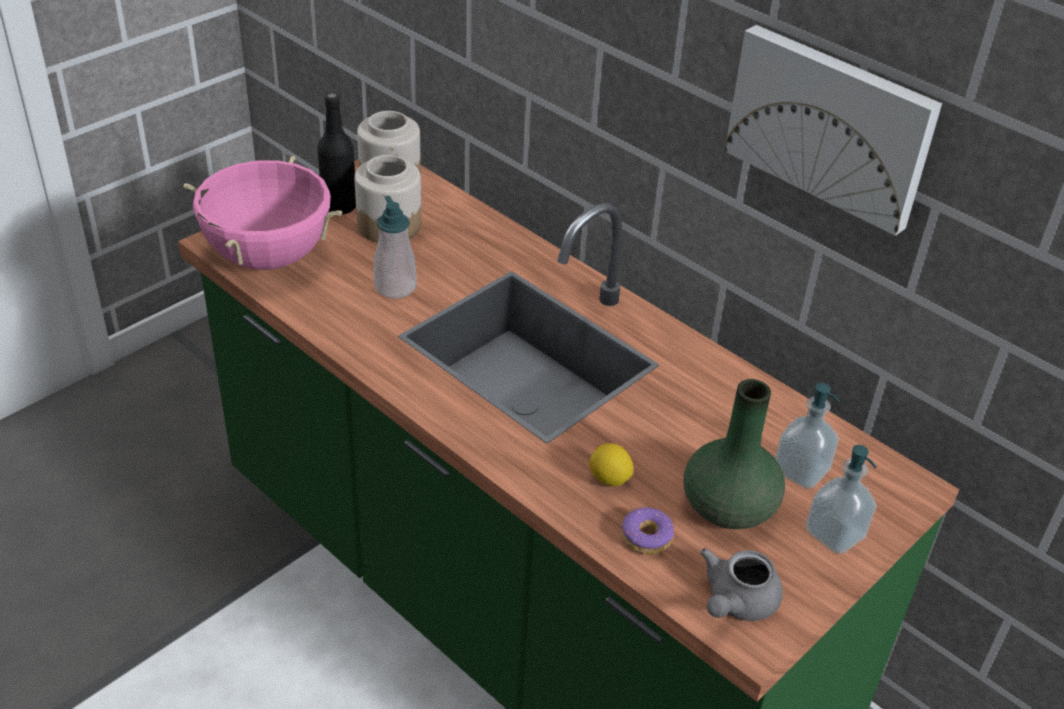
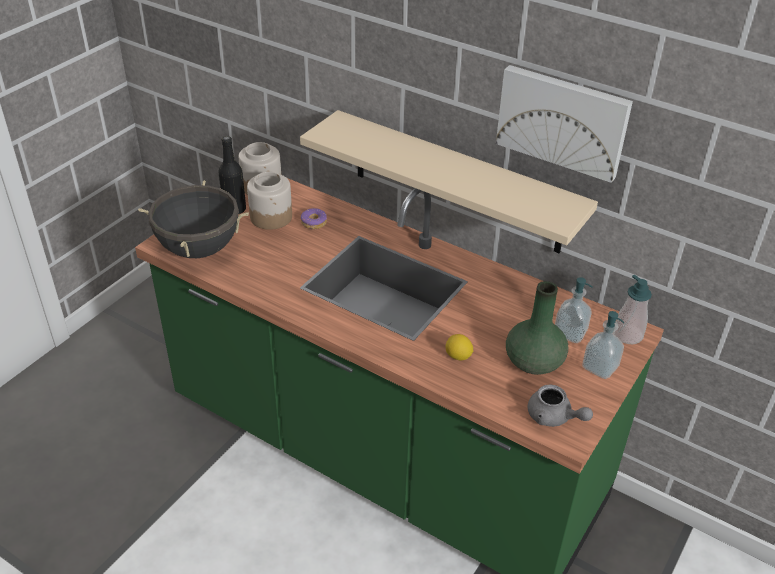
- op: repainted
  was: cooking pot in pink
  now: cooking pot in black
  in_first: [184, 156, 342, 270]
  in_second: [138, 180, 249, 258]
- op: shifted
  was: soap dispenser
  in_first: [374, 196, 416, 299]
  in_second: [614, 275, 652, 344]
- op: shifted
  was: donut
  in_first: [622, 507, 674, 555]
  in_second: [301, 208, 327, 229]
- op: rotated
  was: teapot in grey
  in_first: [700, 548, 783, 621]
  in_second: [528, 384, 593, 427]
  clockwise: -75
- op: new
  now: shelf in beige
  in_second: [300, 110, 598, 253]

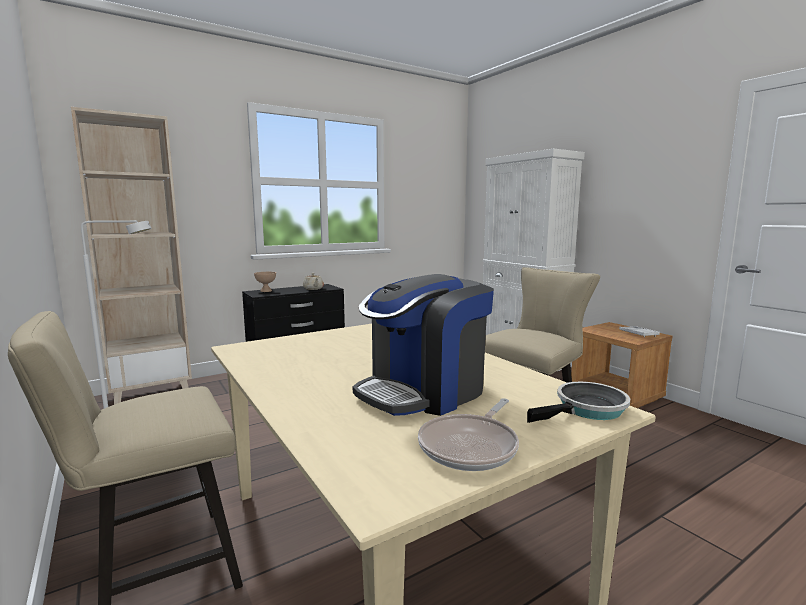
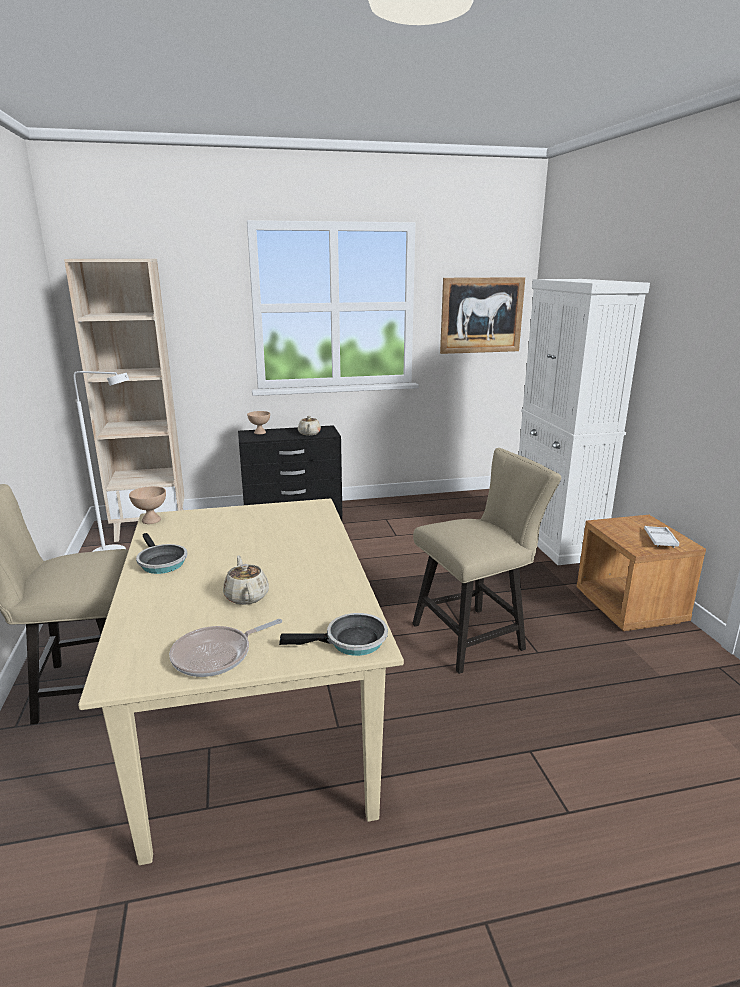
- op: swapped
  was: coffee machine
  now: teapot in beige
  in_first: [353, 274, 494, 416]
  in_second: [223, 555, 269, 605]
- op: new
  now: picture
  in_second: [440, 277, 525, 354]
- op: new
  now: bowl in beige
  in_second: [129, 486, 166, 524]
- op: new
  now: frying pan
  in_second: [136, 533, 187, 574]

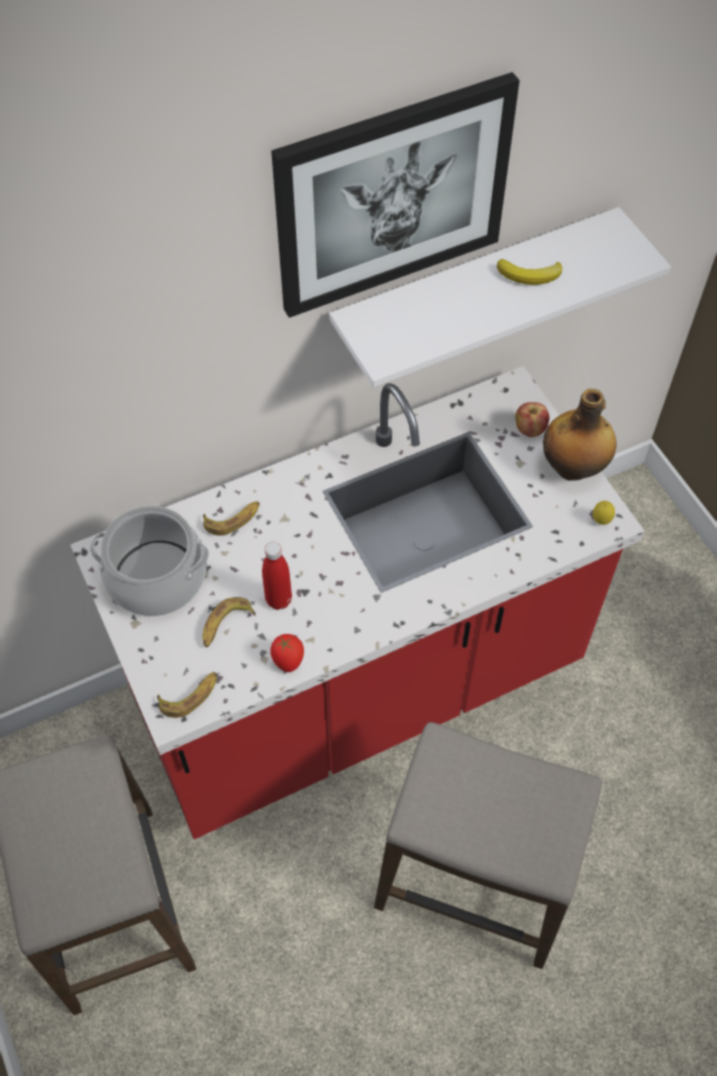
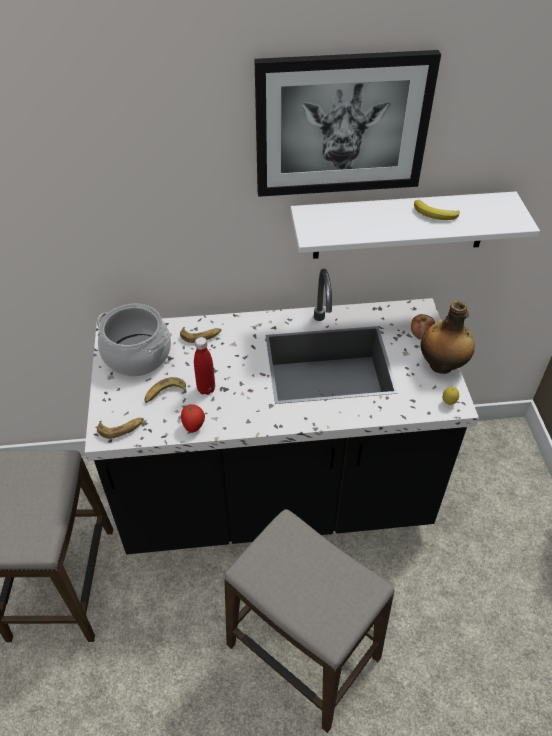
- op: repainted
  was: counter in red
  now: counter in black
  in_first: [70, 366, 645, 839]
  in_second: [85, 269, 479, 554]

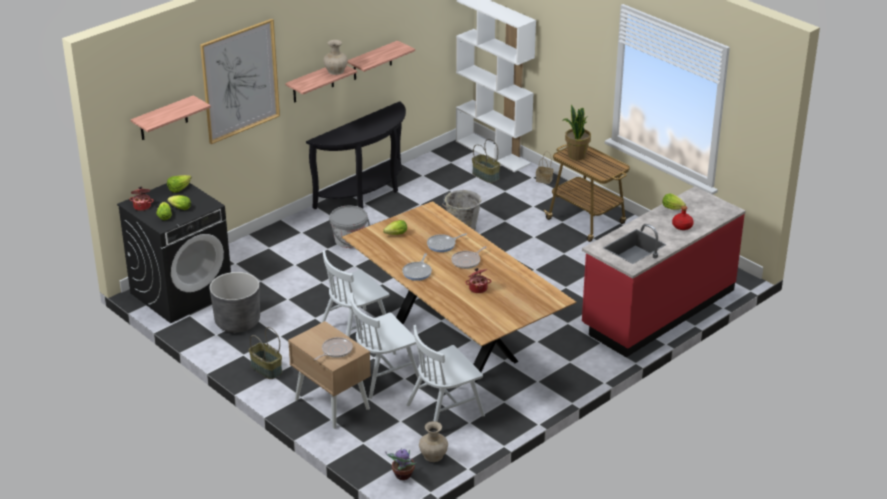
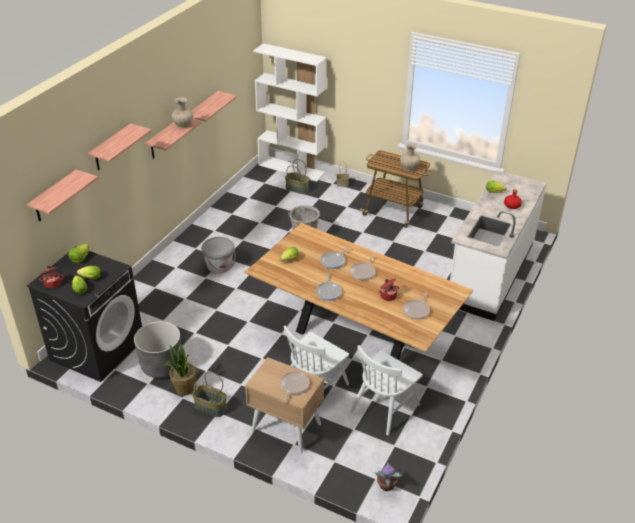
- op: swapped
  was: picture
  now: shelf
  in_first: [200, 19, 280, 144]
  in_second: [88, 124, 152, 170]
- op: gone
  was: console table in black
  in_first: [306, 101, 406, 209]
- op: shifted
  was: potted plant
  in_first: [562, 104, 591, 160]
  in_second: [164, 344, 196, 396]
- op: repainted
  was: counter in red
  now: counter in white
  in_first: [582, 186, 746, 357]
  in_second: [450, 170, 547, 321]
- op: gone
  was: chair in white
  in_first: [321, 250, 389, 337]
- op: shifted
  was: vase in beige
  in_first: [419, 421, 448, 462]
  in_second: [400, 143, 420, 171]
- op: new
  now: frying pan
  in_second: [403, 292, 430, 319]

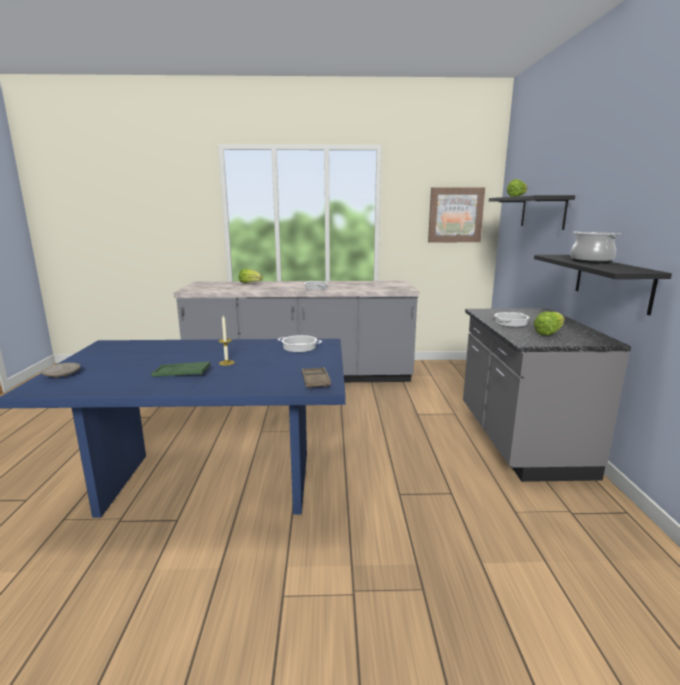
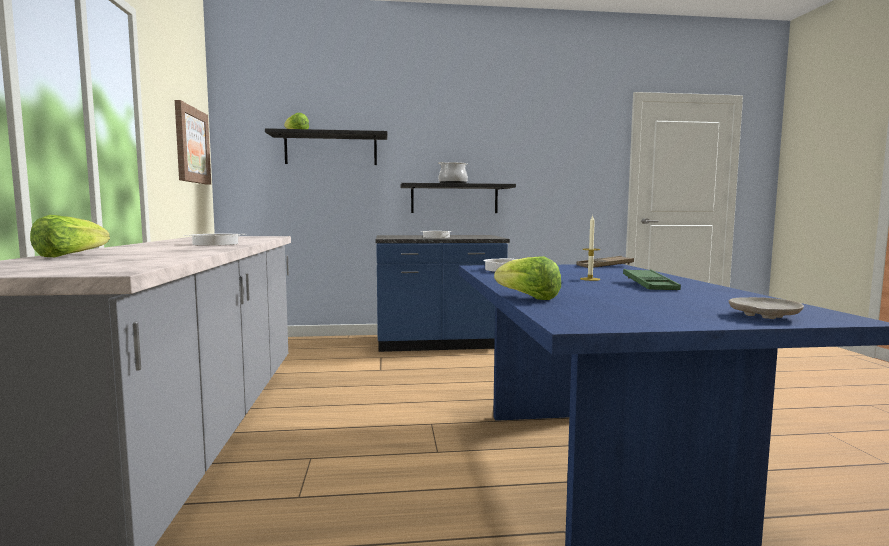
- op: repainted
  was: counter in grey
  now: counter in blue
  in_first: [463, 308, 631, 482]
  in_second: [375, 235, 510, 352]
- op: shifted
  was: lettuce
  in_first: [533, 312, 565, 335]
  in_second: [494, 256, 561, 300]

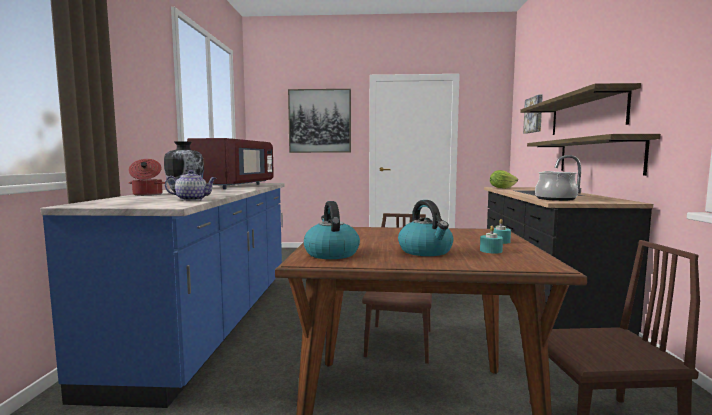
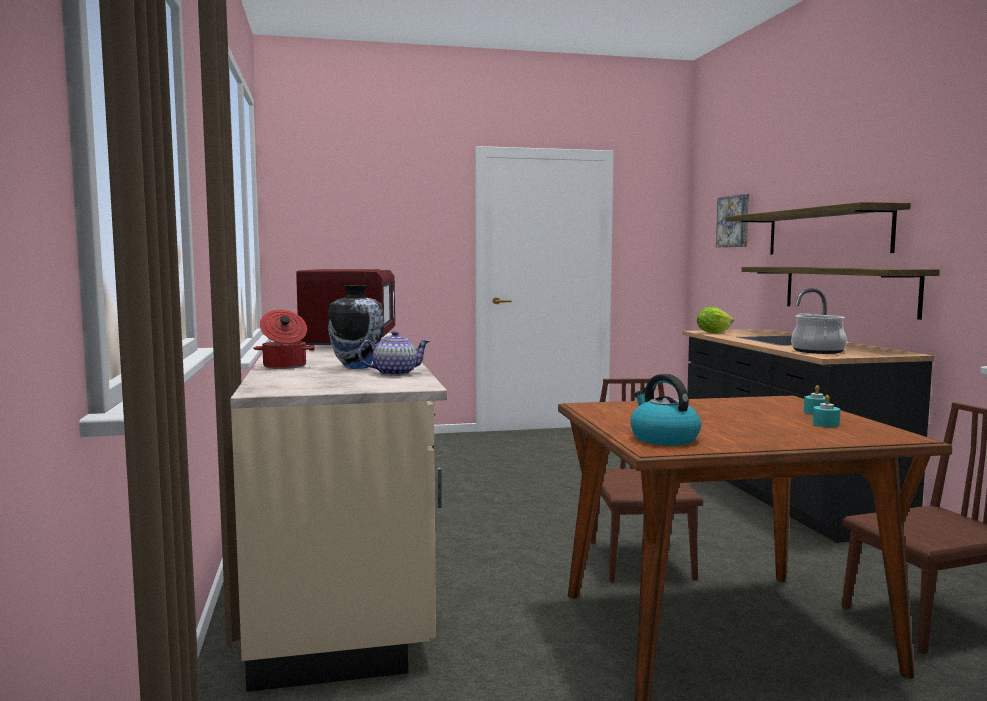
- op: gone
  was: picture
  in_first: [288, 89, 351, 153]
- op: repainted
  was: counter in blue
  now: counter in beige
  in_first: [41, 183, 285, 408]
  in_second: [230, 333, 447, 692]
- op: gone
  was: kettle
  in_first: [398, 200, 453, 256]

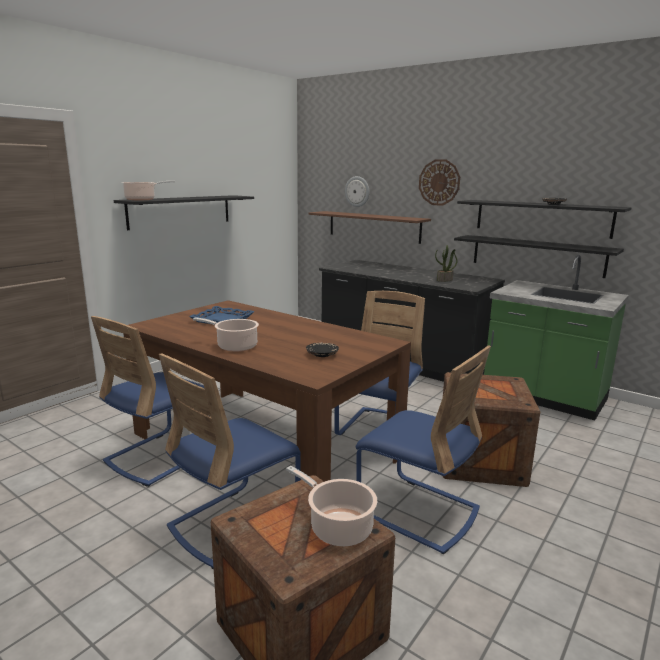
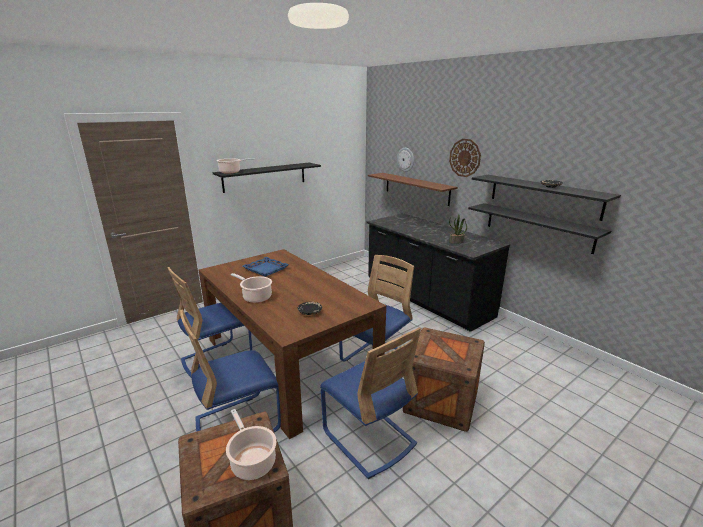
- op: gone
  was: counter in green
  in_first: [484, 255, 629, 421]

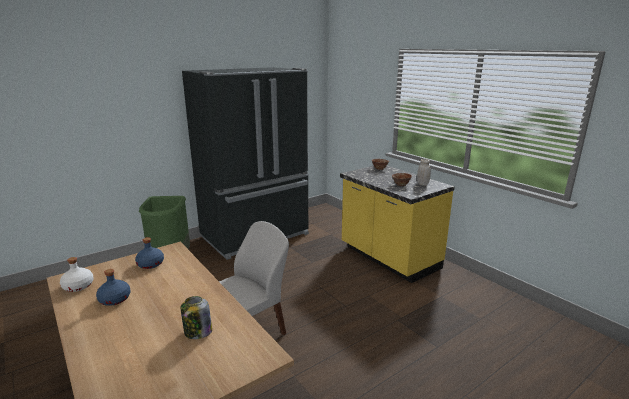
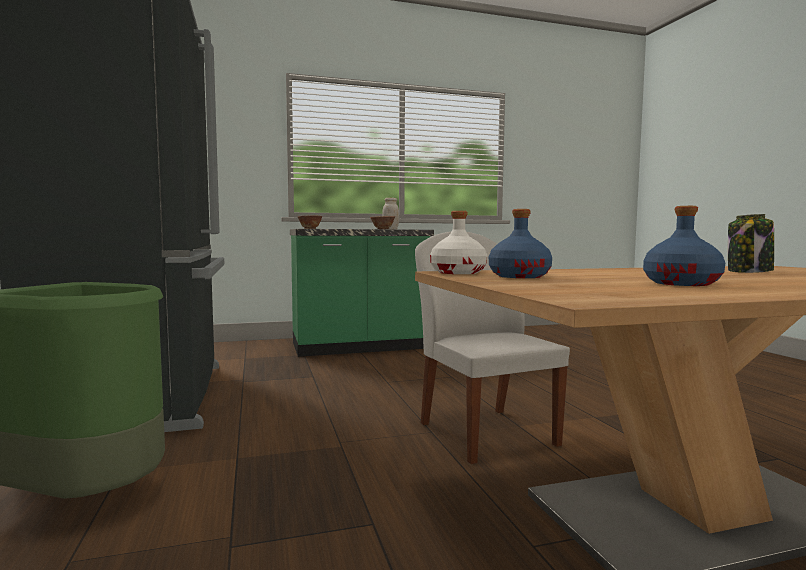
- op: repainted
  was: counter in yellow
  now: counter in green
  in_first: [340, 166, 455, 283]
  in_second: [290, 229, 434, 357]
- op: shifted
  was: bottle in white
  in_first: [60, 257, 94, 292]
  in_second: [430, 211, 487, 274]

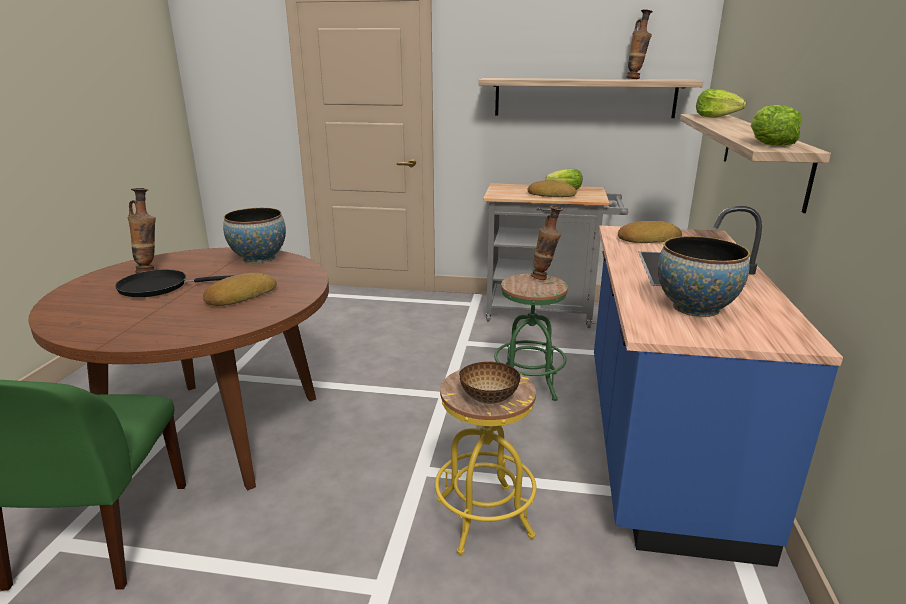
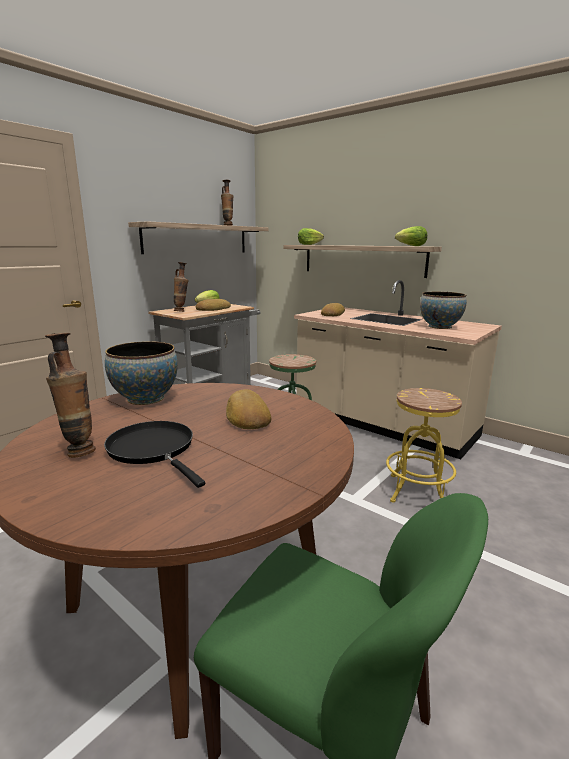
- op: shifted
  was: vase
  in_first: [531, 205, 563, 280]
  in_second: [174, 262, 189, 312]
- op: repainted
  was: counter in blue
  now: counter in beige
  in_first: [594, 206, 843, 567]
  in_second: [294, 280, 502, 459]
- op: rotated
  was: frying pan in black
  in_first: [115, 270, 234, 297]
  in_second: [104, 421, 205, 488]
  clockwise: 120
- op: gone
  was: bowl
  in_first: [459, 361, 521, 404]

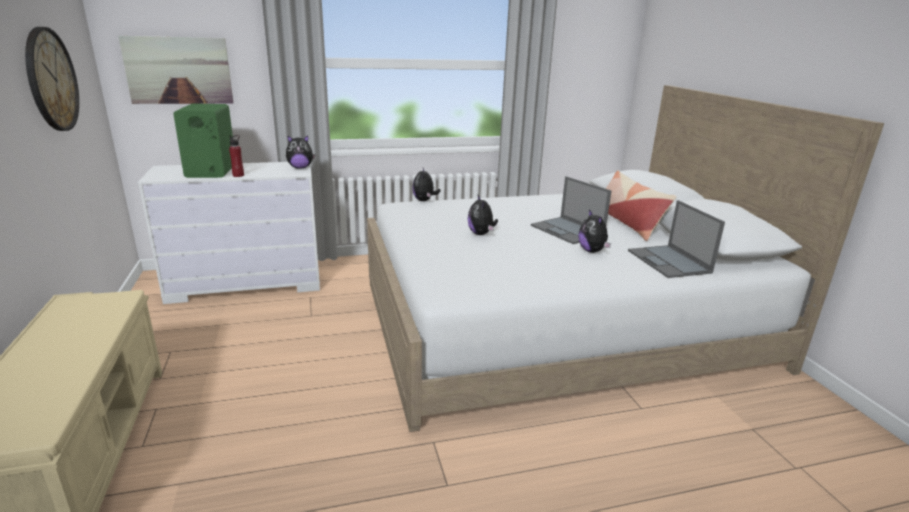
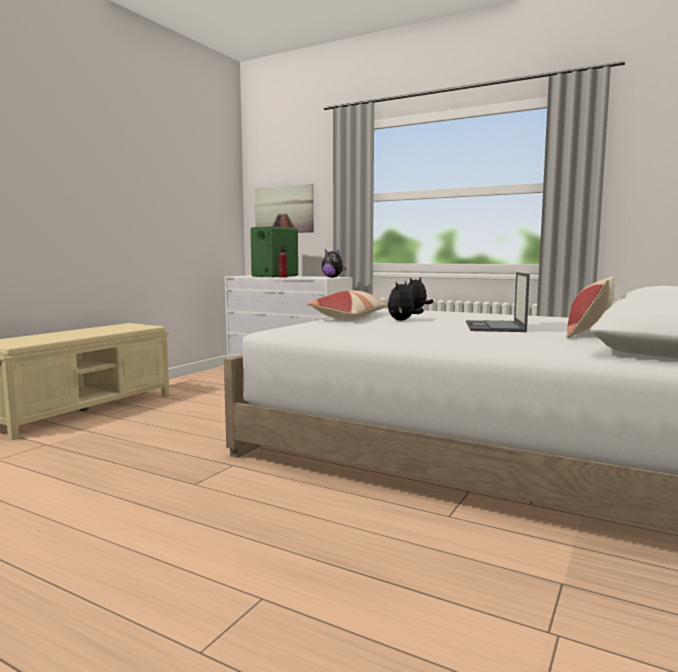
- op: gone
  was: wall clock
  in_first: [25, 27, 79, 131]
- op: gone
  was: laptop
  in_first: [628, 200, 725, 278]
- op: gone
  was: plush toy
  in_first: [579, 209, 611, 253]
- op: new
  now: pillow
  in_second: [307, 290, 388, 319]

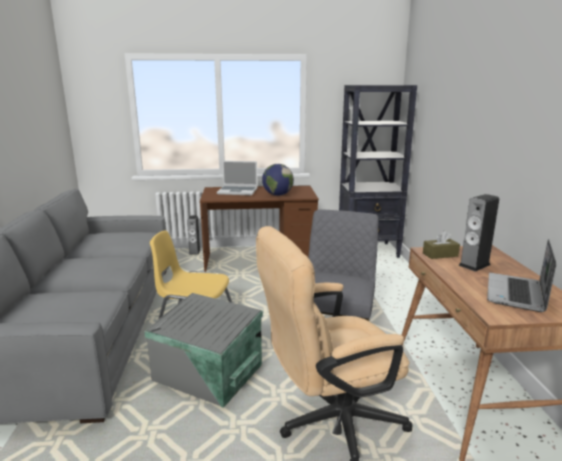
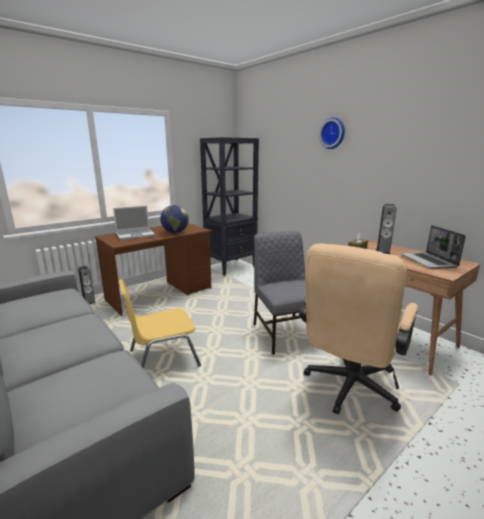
- op: gone
  was: storage box in grey
  in_first: [144, 293, 263, 408]
- op: new
  now: wall clock
  in_second: [319, 117, 345, 149]

